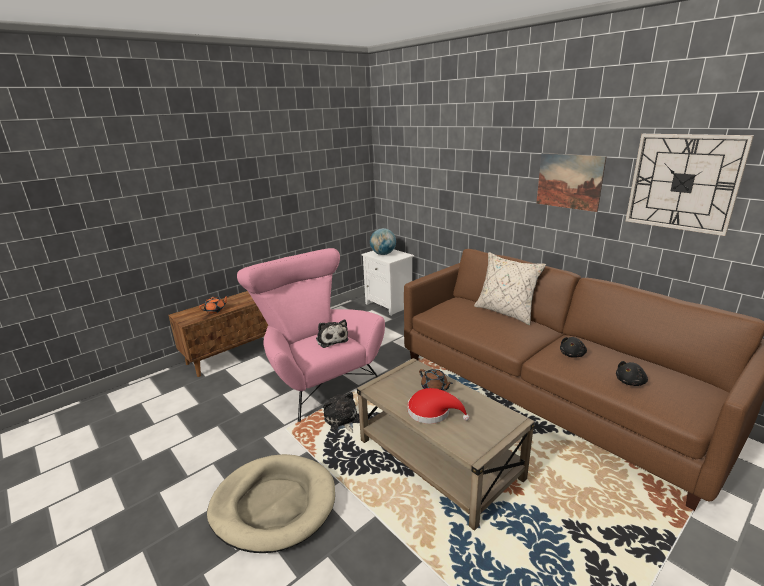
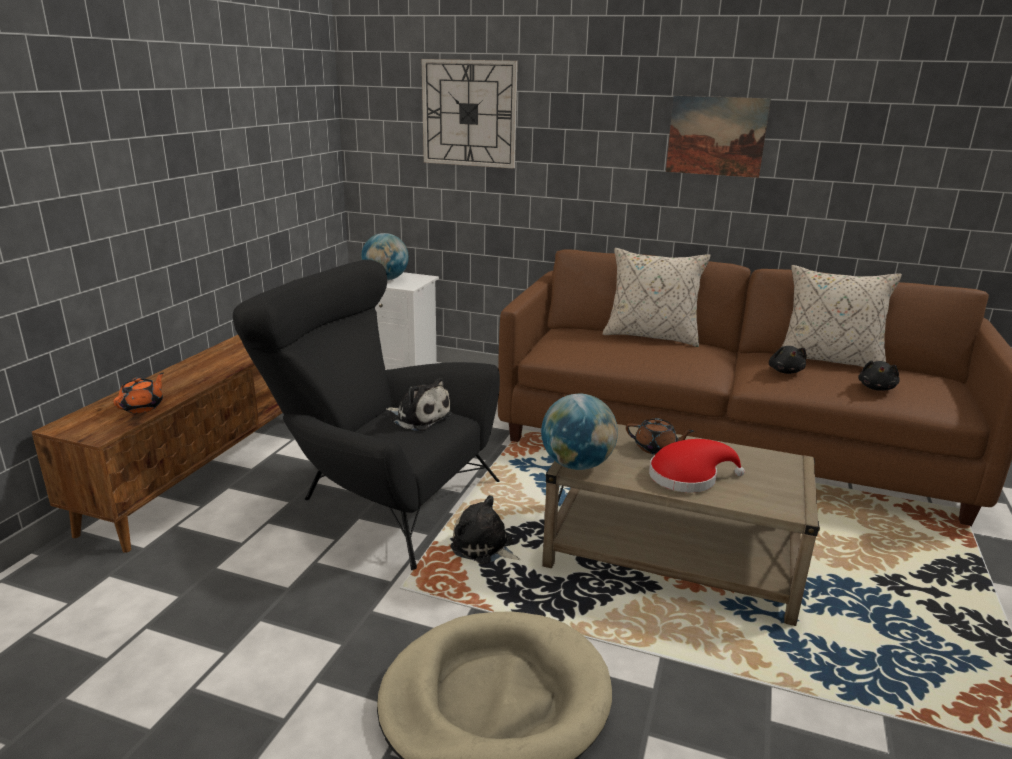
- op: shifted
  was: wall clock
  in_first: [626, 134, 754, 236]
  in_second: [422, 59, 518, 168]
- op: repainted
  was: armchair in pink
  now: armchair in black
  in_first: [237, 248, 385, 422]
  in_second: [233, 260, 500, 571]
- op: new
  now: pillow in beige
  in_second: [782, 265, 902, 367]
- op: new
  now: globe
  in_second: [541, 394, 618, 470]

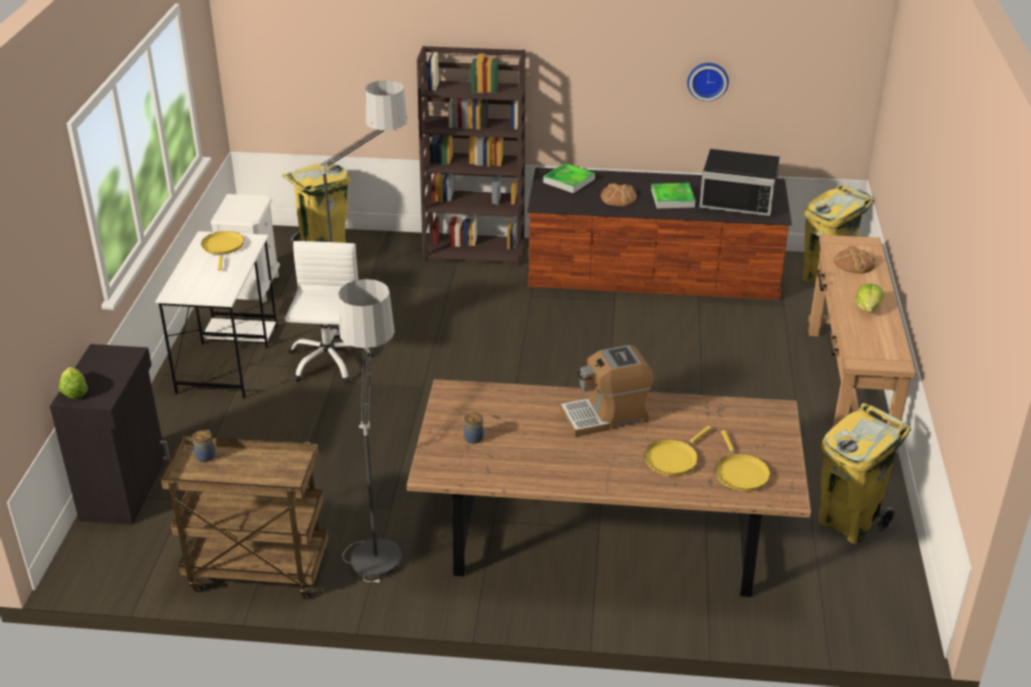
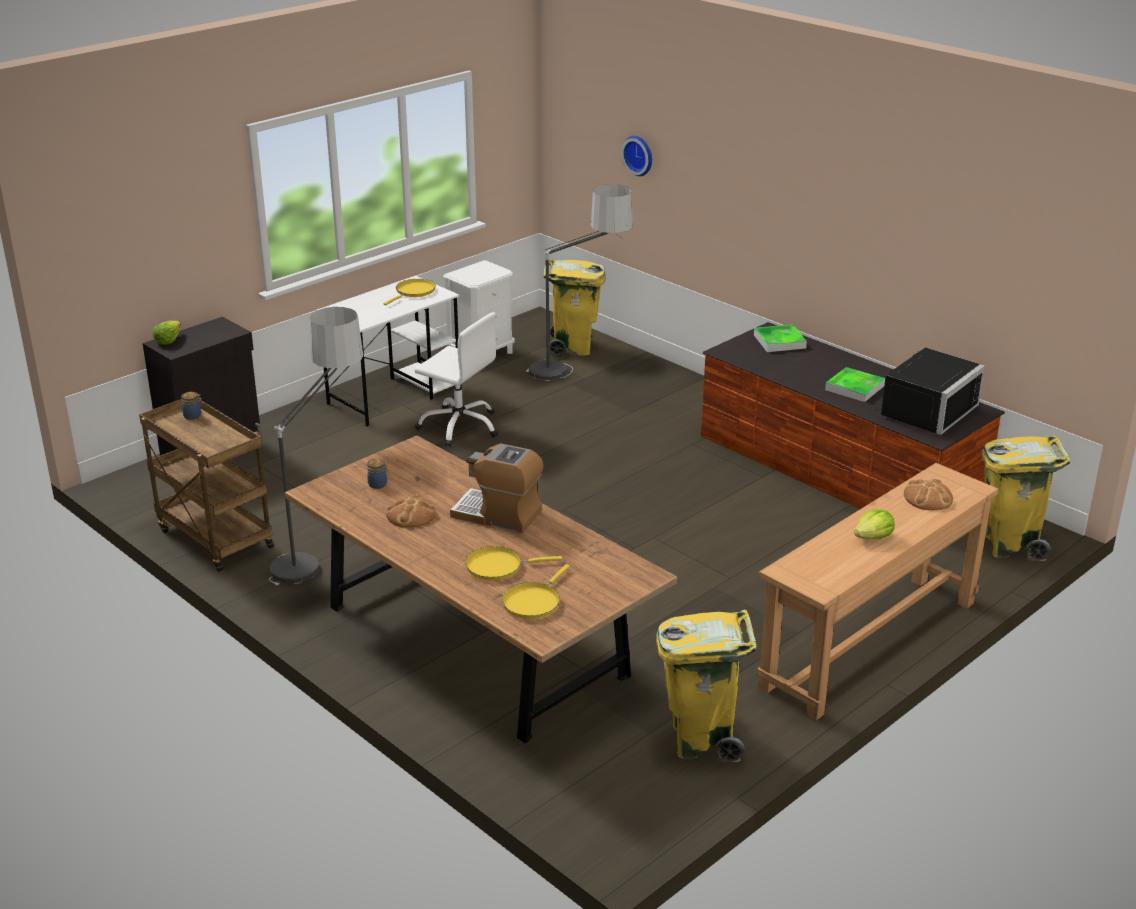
- op: gone
  was: bookcase in brown
  in_first: [417, 46, 526, 266]
- op: shifted
  was: wall clock
  in_first: [687, 63, 729, 101]
  in_second: [621, 136, 652, 176]
- op: rotated
  was: microwave in black
  in_first: [699, 149, 780, 216]
  in_second: [873, 348, 985, 435]
  clockwise: -105
- op: shifted
  was: bread
  in_first: [601, 183, 637, 206]
  in_second: [386, 494, 436, 528]
- op: rotated
  was: office chair in white
  in_first: [285, 241, 374, 384]
  in_second: [415, 312, 498, 447]
  clockwise: 75

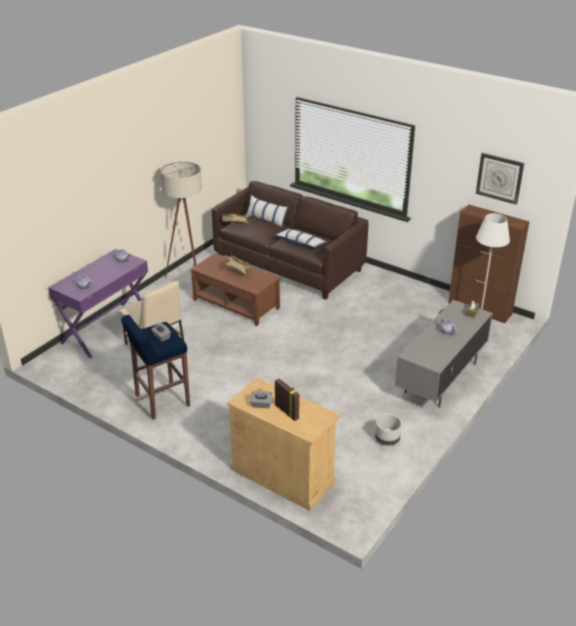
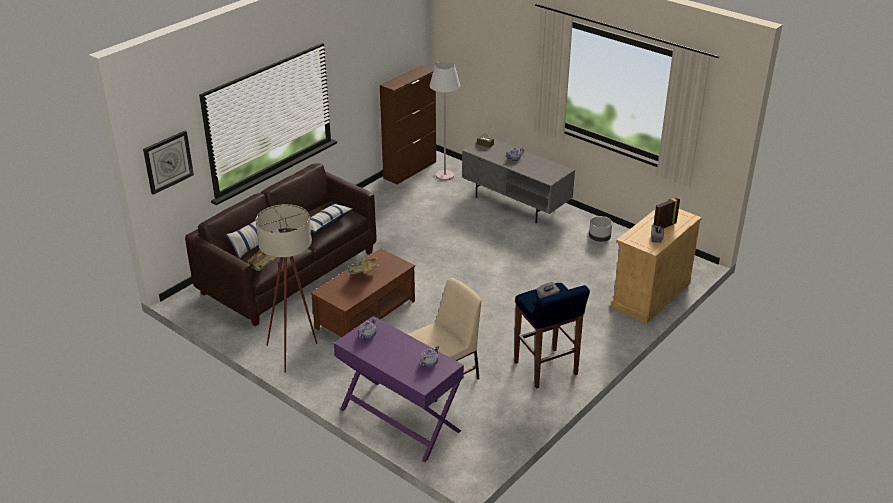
- op: shifted
  was: wall clock
  in_first: [476, 153, 524, 205]
  in_second: [143, 131, 194, 195]

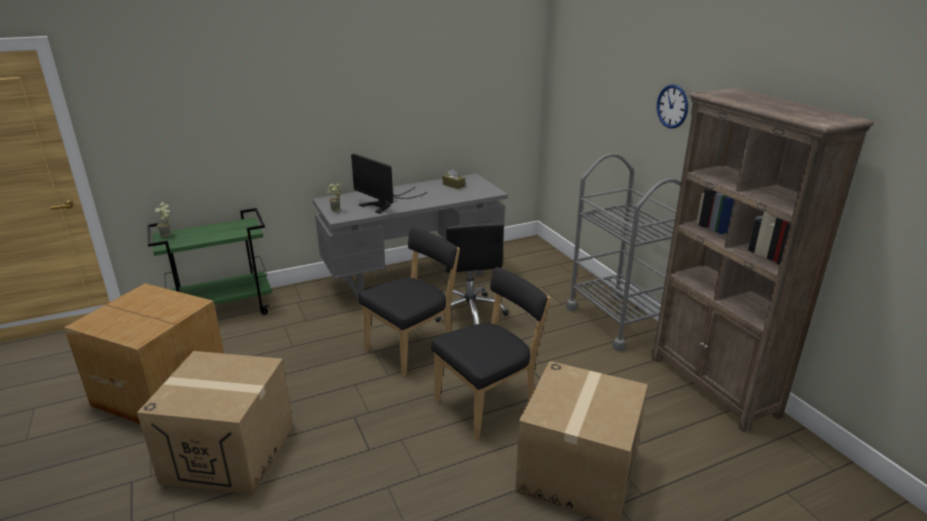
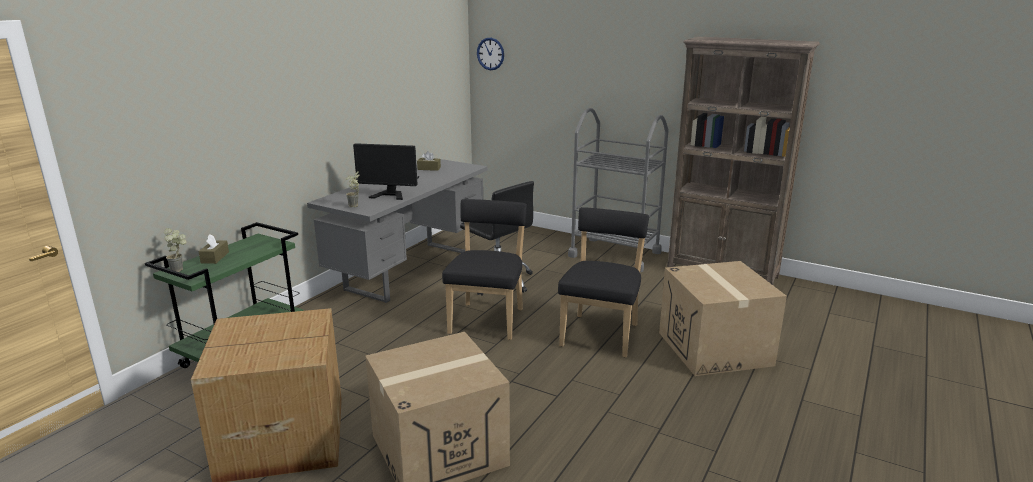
- op: shifted
  was: wall clock
  in_first: [657, 85, 688, 129]
  in_second: [477, 37, 504, 70]
- op: new
  now: tissue box in brown
  in_second: [199, 234, 229, 264]

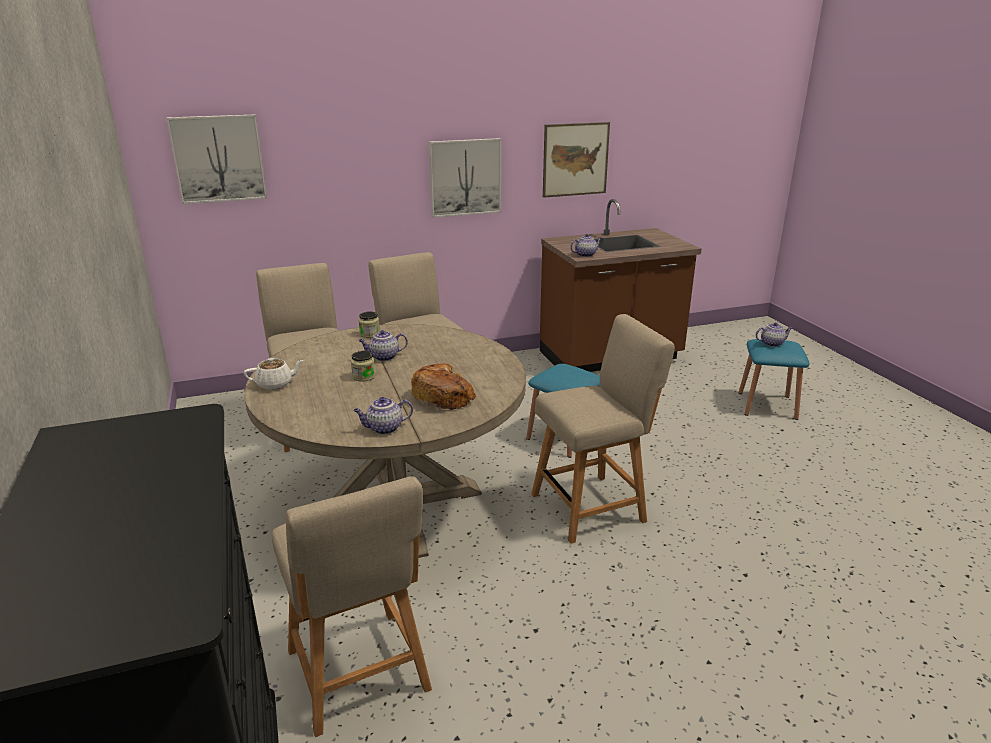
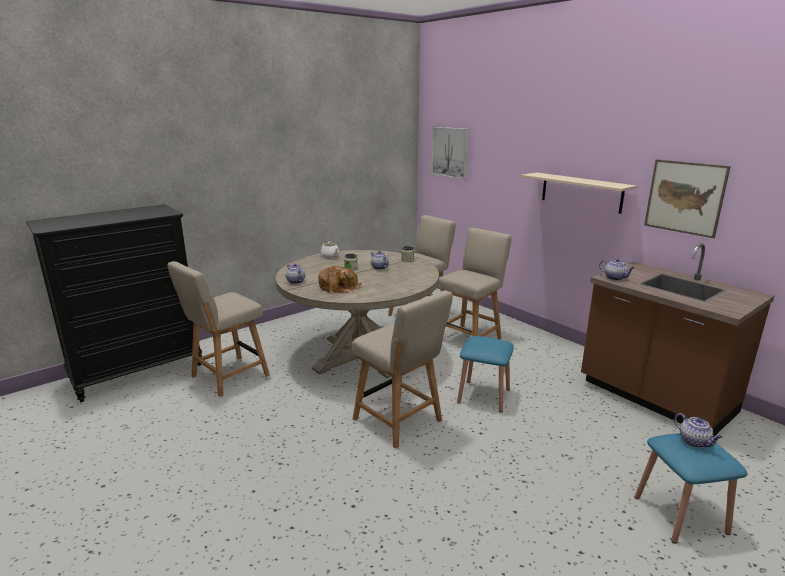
- op: swapped
  was: picture
  now: shelf in beige
  in_first: [429, 138, 502, 218]
  in_second: [521, 172, 637, 214]

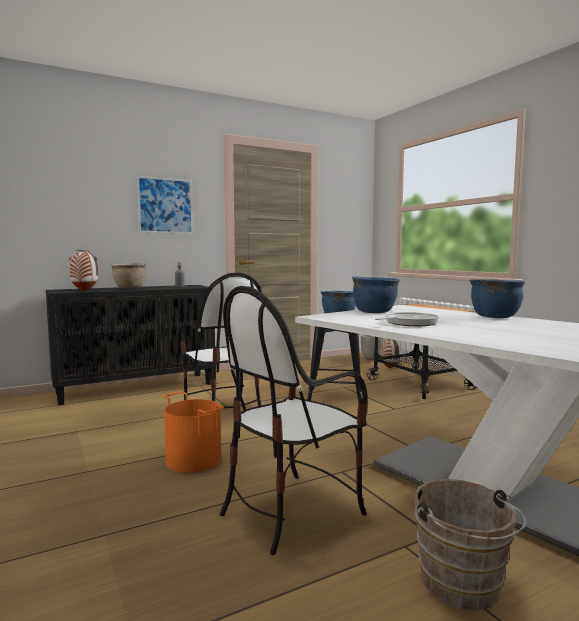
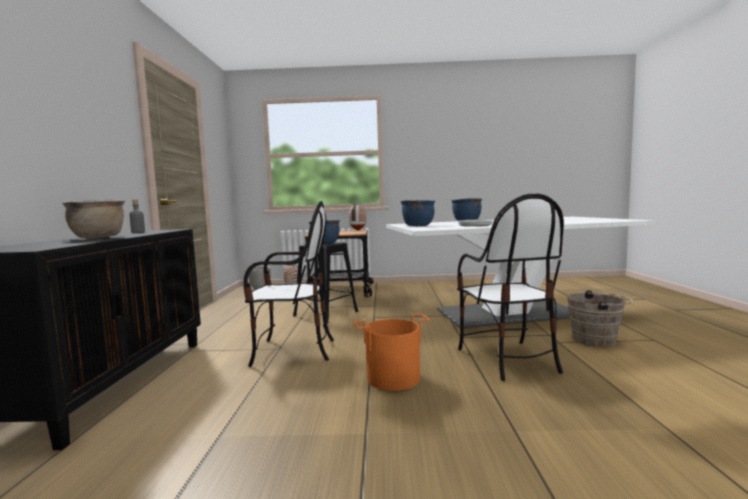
- op: gone
  was: picture
  in_first: [137, 176, 193, 234]
- op: shifted
  was: vase
  in_first: [69, 250, 98, 291]
  in_second: [349, 203, 366, 231]

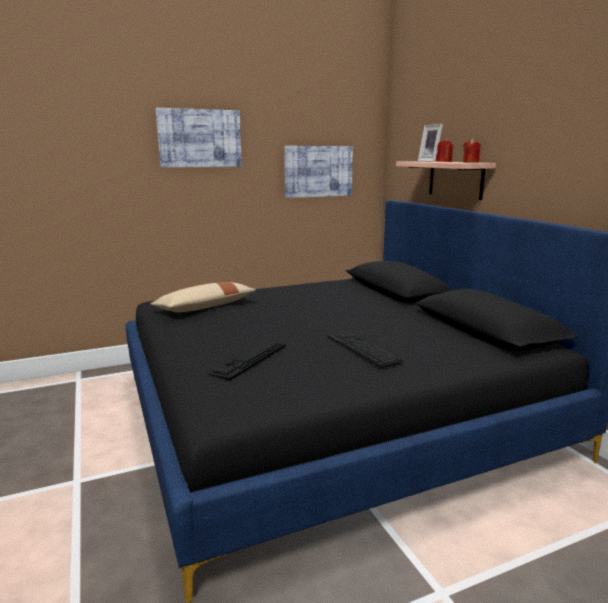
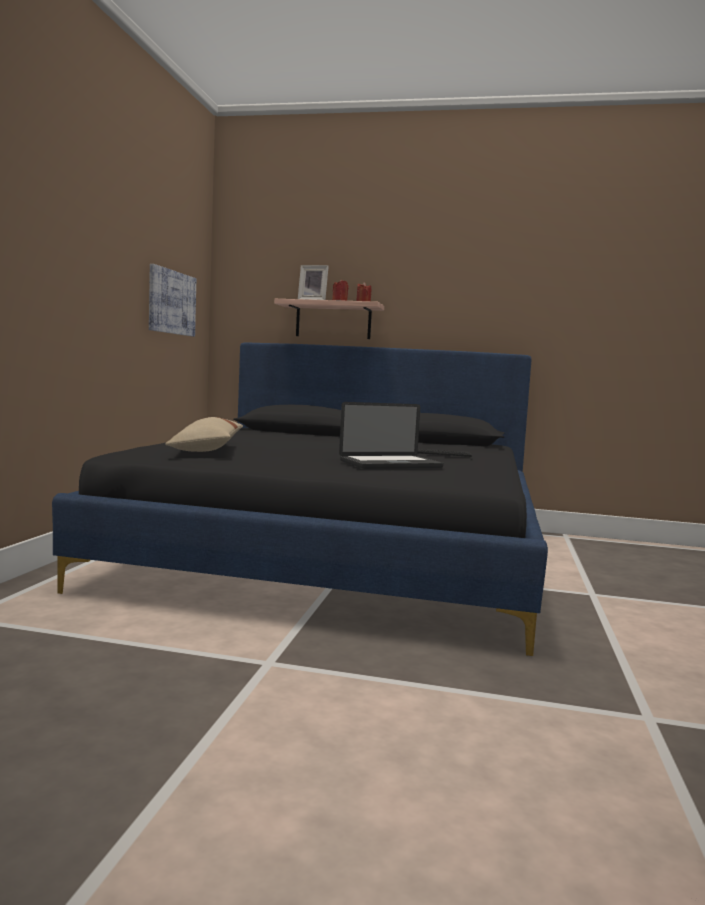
- op: gone
  was: picture
  in_first: [156, 108, 242, 167]
- op: swapped
  was: keyboard
  now: laptop
  in_first: [208, 341, 286, 381]
  in_second: [339, 402, 444, 469]

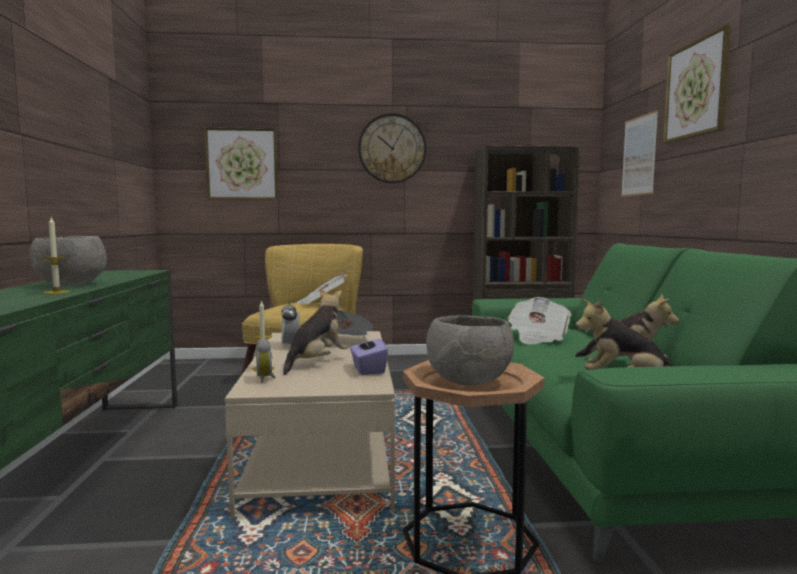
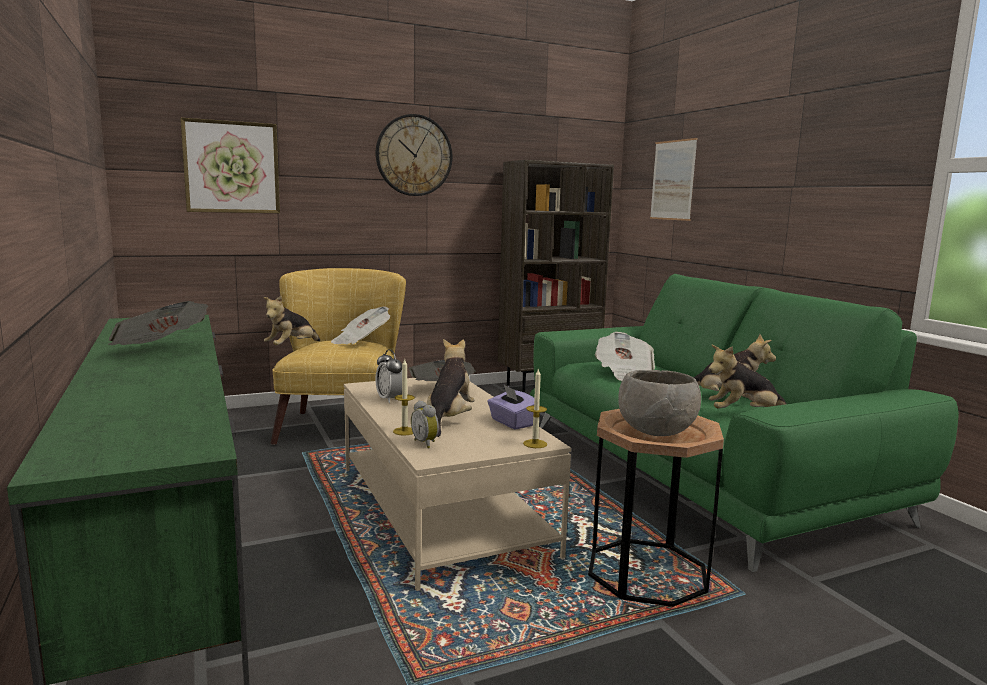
- op: gone
  was: picture
  in_first: [663, 24, 731, 144]
- op: shifted
  was: candle
  in_first: [42, 217, 70, 294]
  in_second: [523, 369, 547, 448]
- op: swapped
  was: bowl in grey
  now: newspaper
  in_first: [30, 236, 107, 286]
  in_second: [108, 301, 208, 345]
- op: new
  now: plush toy
  in_second: [263, 296, 320, 345]

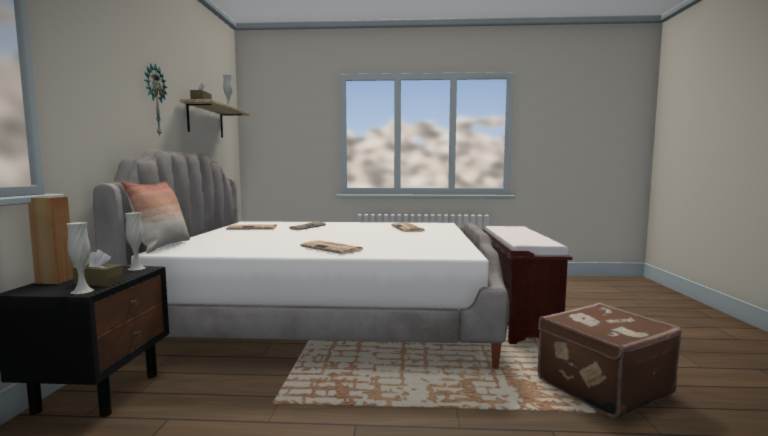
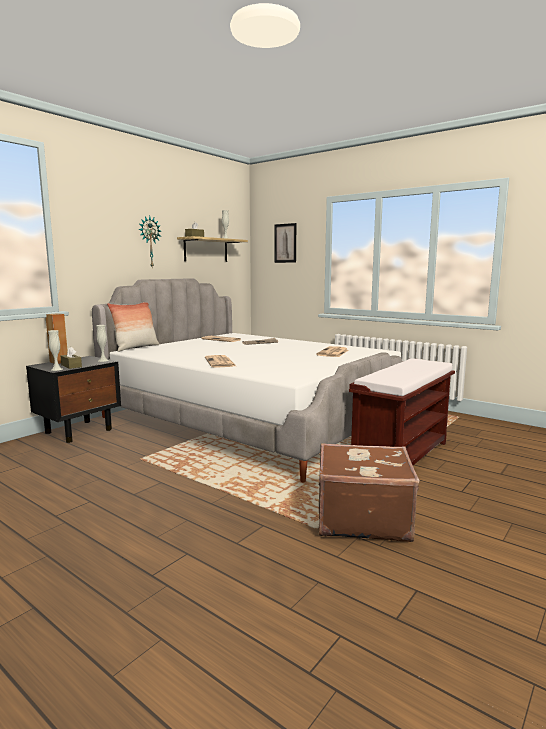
- op: new
  now: picture
  in_second: [274, 223, 296, 263]

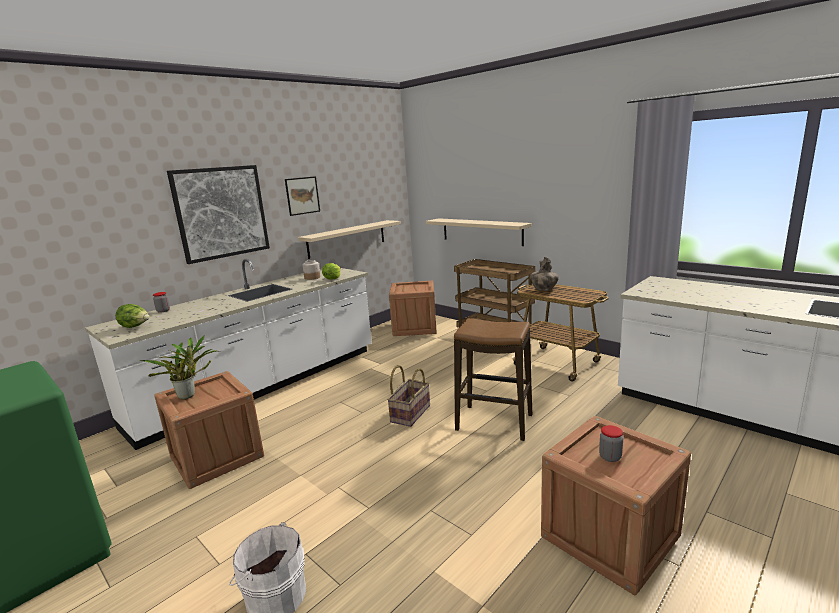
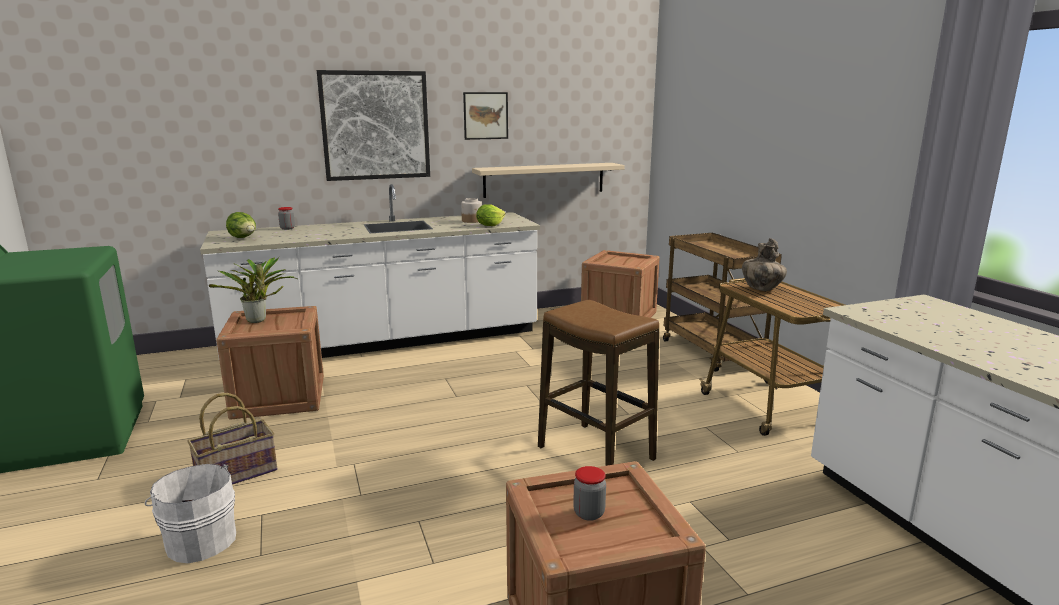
- op: gone
  was: shelf in beige
  in_first: [426, 218, 532, 246]
- op: shifted
  was: basket
  in_first: [387, 365, 430, 427]
  in_second: [187, 393, 277, 485]

